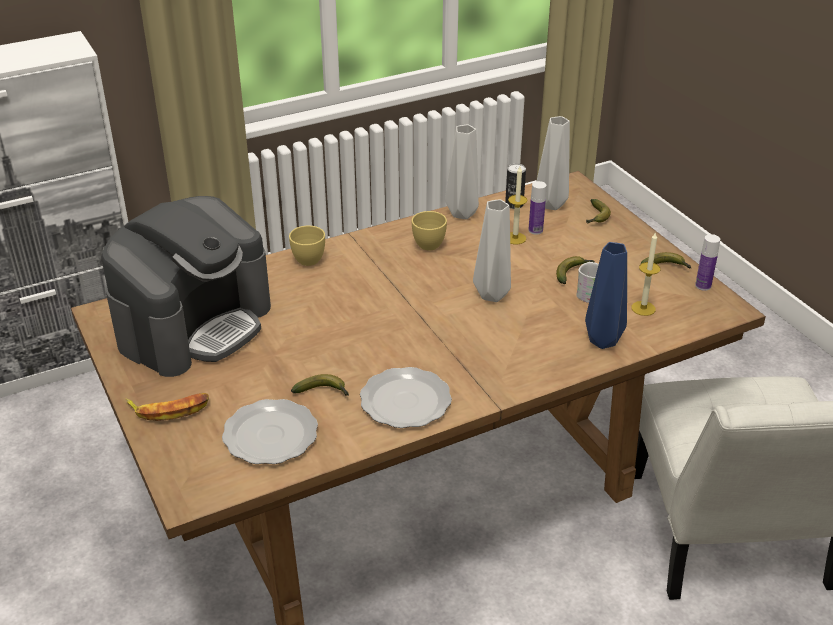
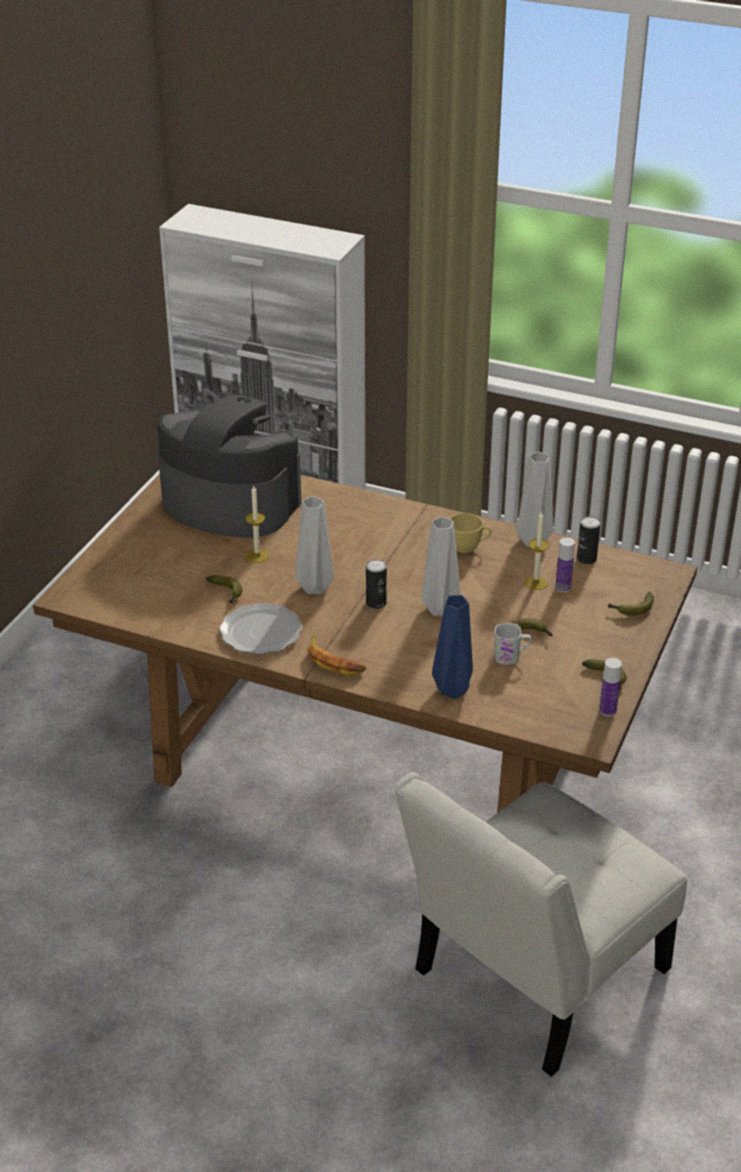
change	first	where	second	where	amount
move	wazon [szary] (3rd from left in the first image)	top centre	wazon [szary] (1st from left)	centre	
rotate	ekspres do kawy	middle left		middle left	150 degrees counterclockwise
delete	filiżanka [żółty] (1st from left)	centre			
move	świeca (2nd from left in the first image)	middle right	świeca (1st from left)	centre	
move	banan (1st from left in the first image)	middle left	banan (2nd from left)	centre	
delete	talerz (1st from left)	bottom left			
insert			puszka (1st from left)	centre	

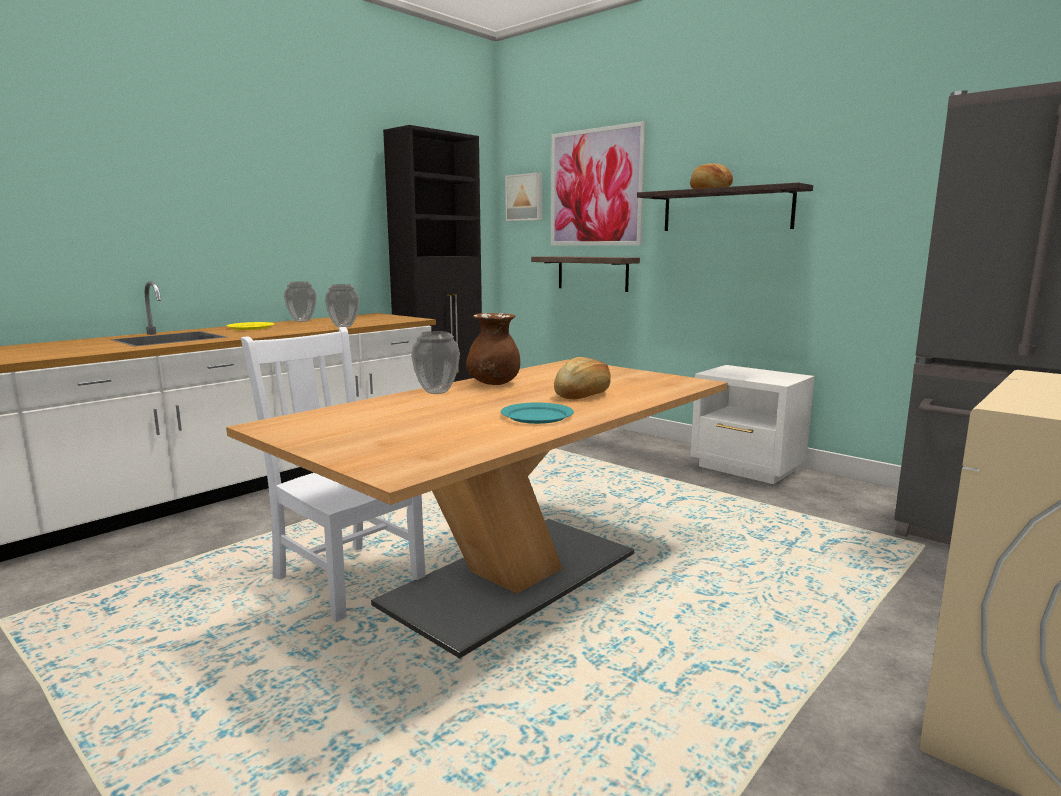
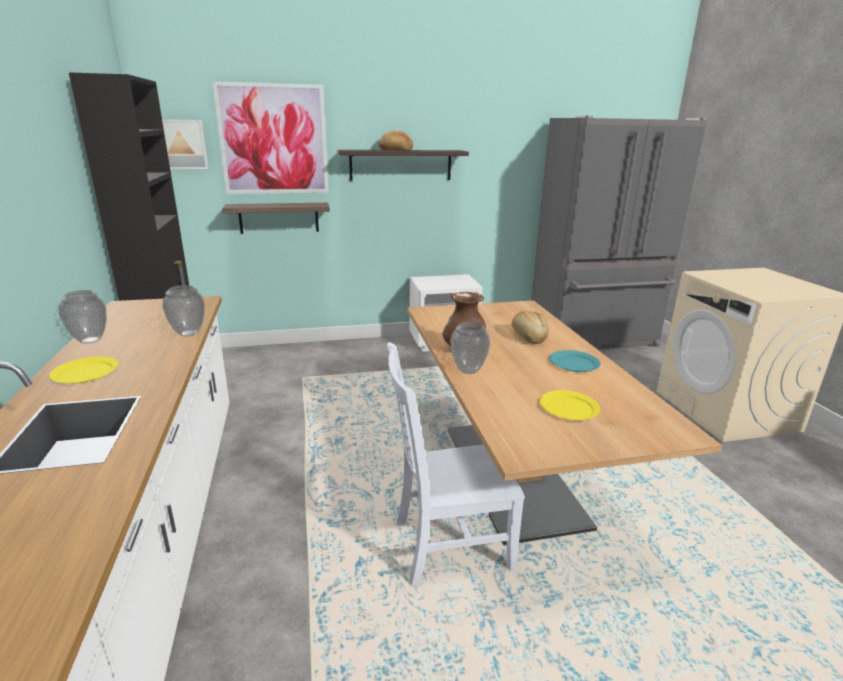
change	first	where	second	where	amount
insert			talerz [żółty] (2nd from left)	middle right	

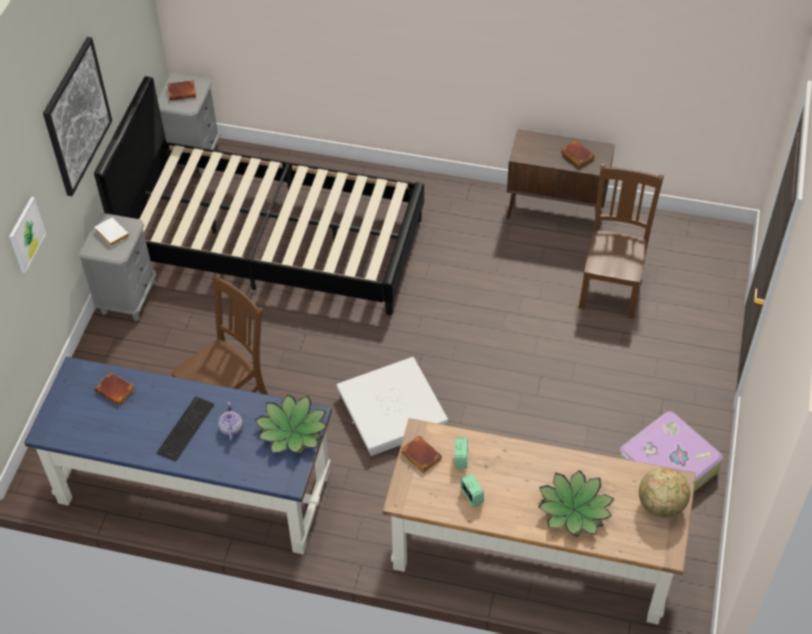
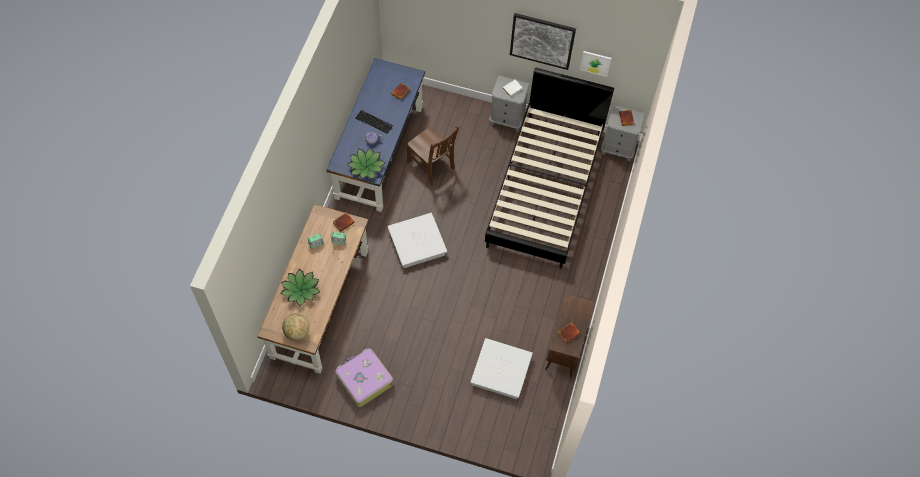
change	first	where	second	where	amount
replace	krzesło [brązowy] (2nd from left)	middle right	pojemnik do przechowywania [biały] (2nd from left)	bottom centre	
move	obraz (1st from left in the first image)	middle left	obraz (2nd from left)	top centre	

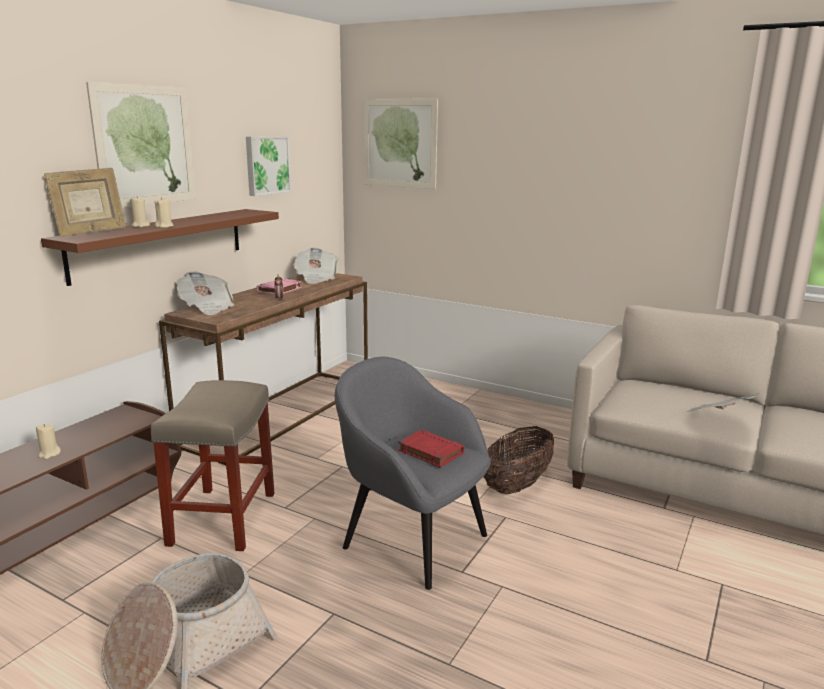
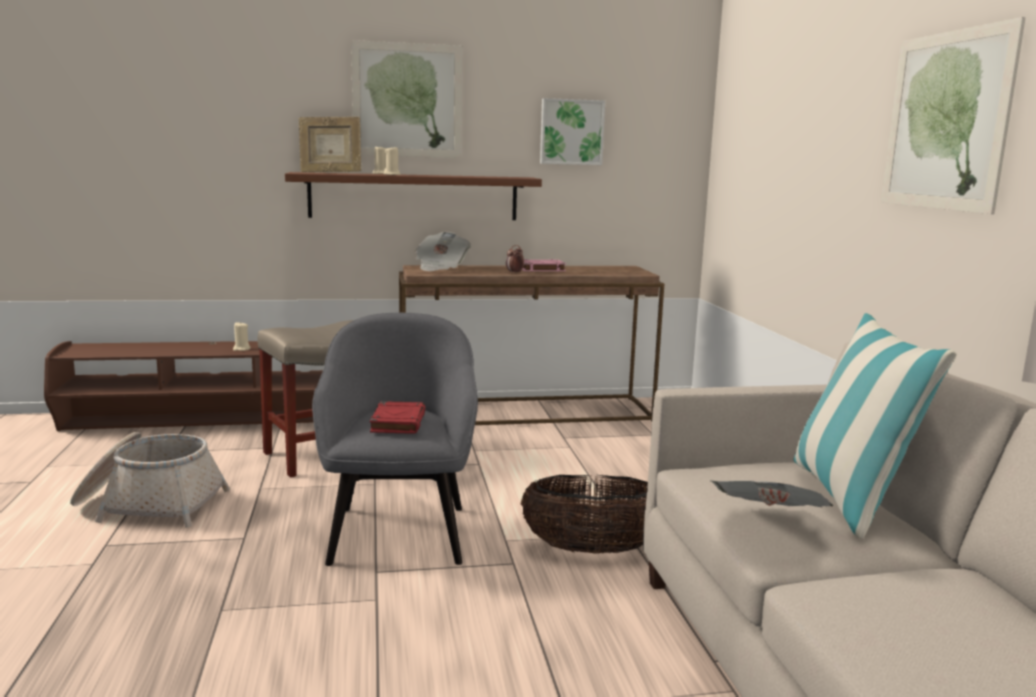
change	first	where	second	where	amount
move	obraz (3rd from left)	top centre		top right	
delete	gazeta (2nd from left)	centre			
insert			poduszka	middle right	

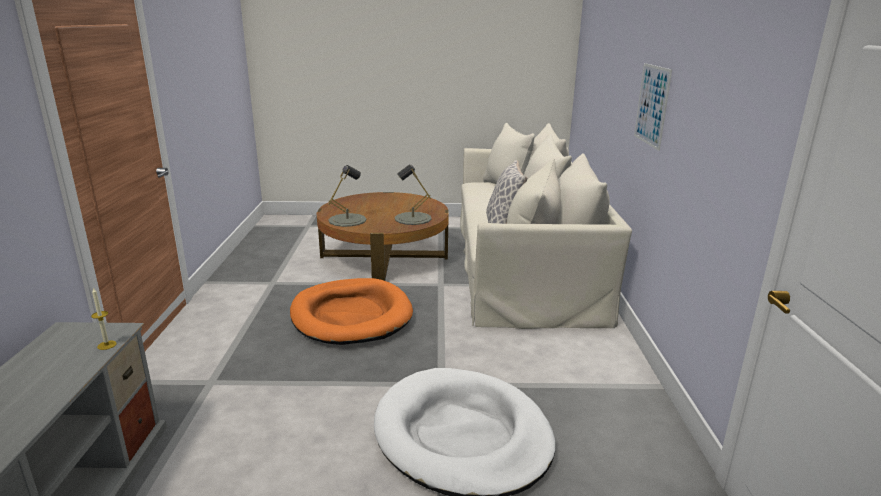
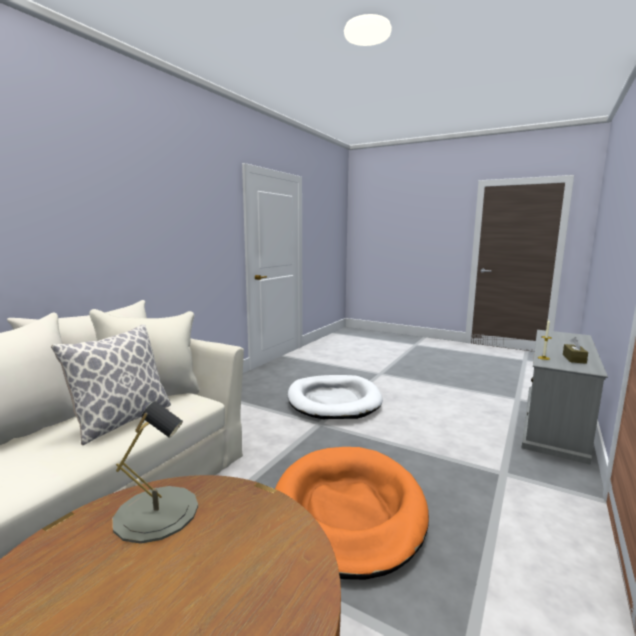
change	first	where	second	where	amount
delete	obraz	top right			
delete	lampa stołowa [szary] (1st from left)	centre			
insert			pudełko chusteczek [brązowy]	middle right	

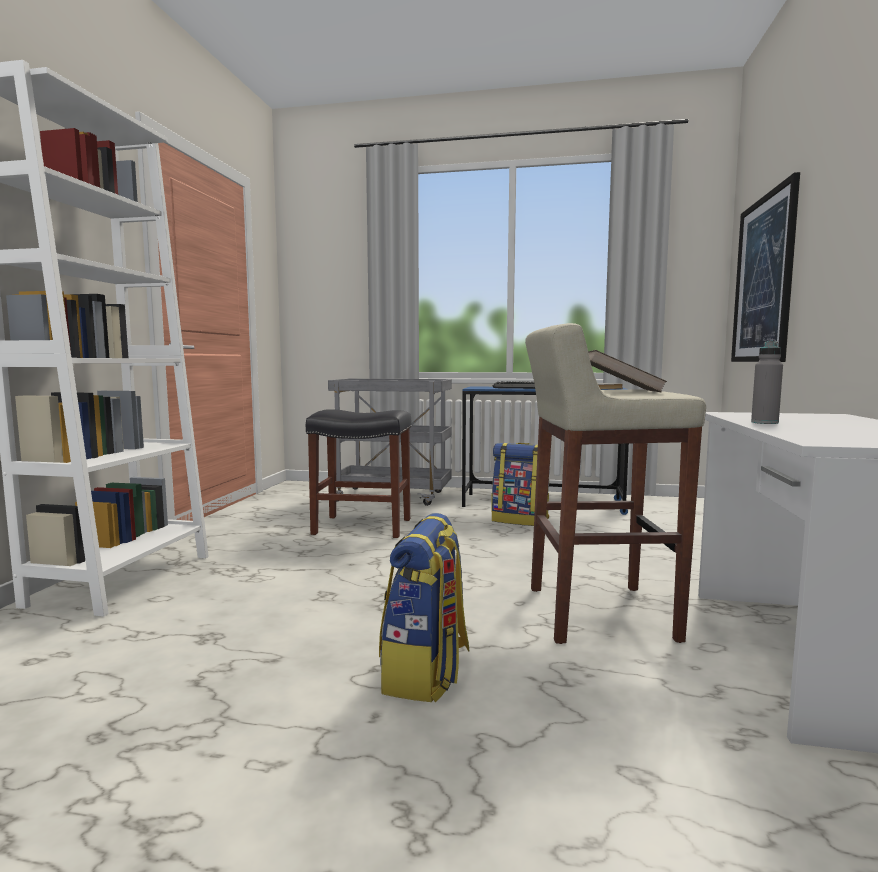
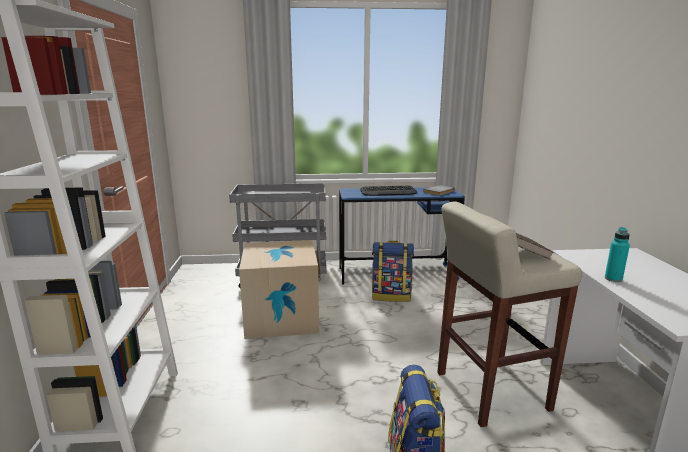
change	first	where	second	where	amount
delete	obraz	top right			
recolor	butelka [szary]	middle right	butelka [turkusowy]	middle right	
replace	stołek [czarny]	centre	karton	centre	

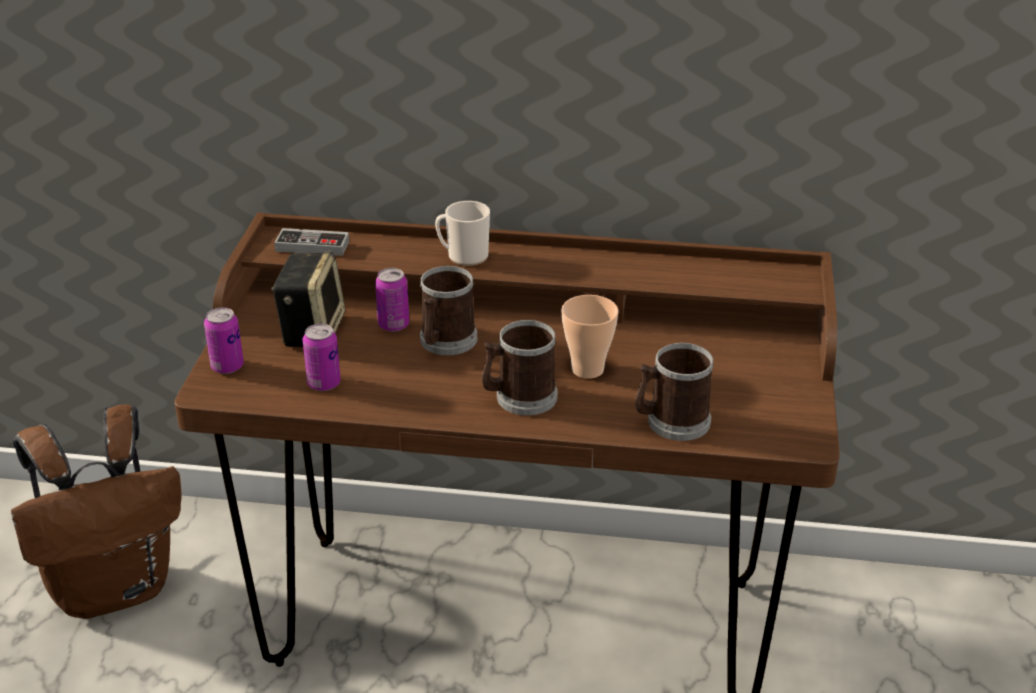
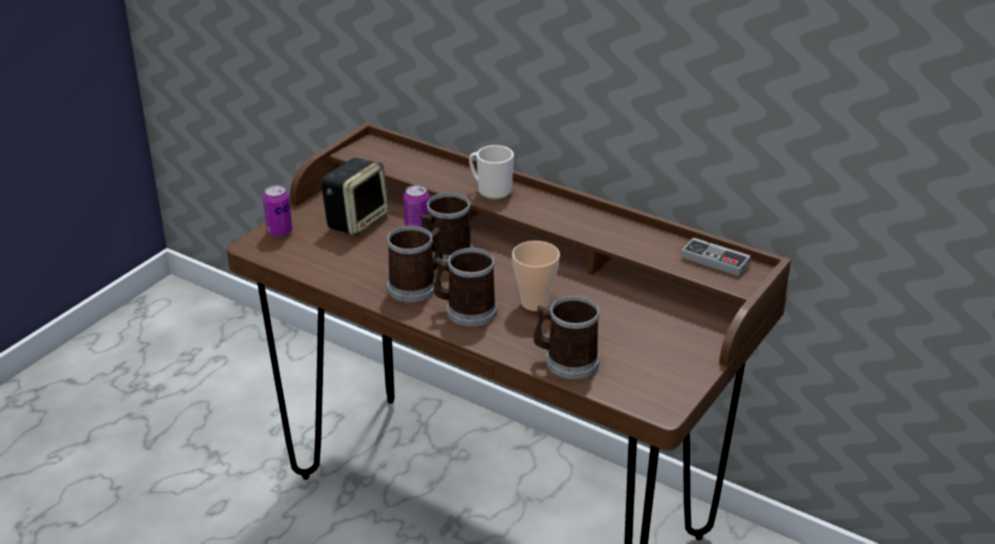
change	first	where	second	where	amount
move	pad do gier	middle left		middle right	
delete	puszka (2nd from left)	middle left			
delete	plecak [brązowy]	bottom left			
insert			kubek (1st from left)	centre	

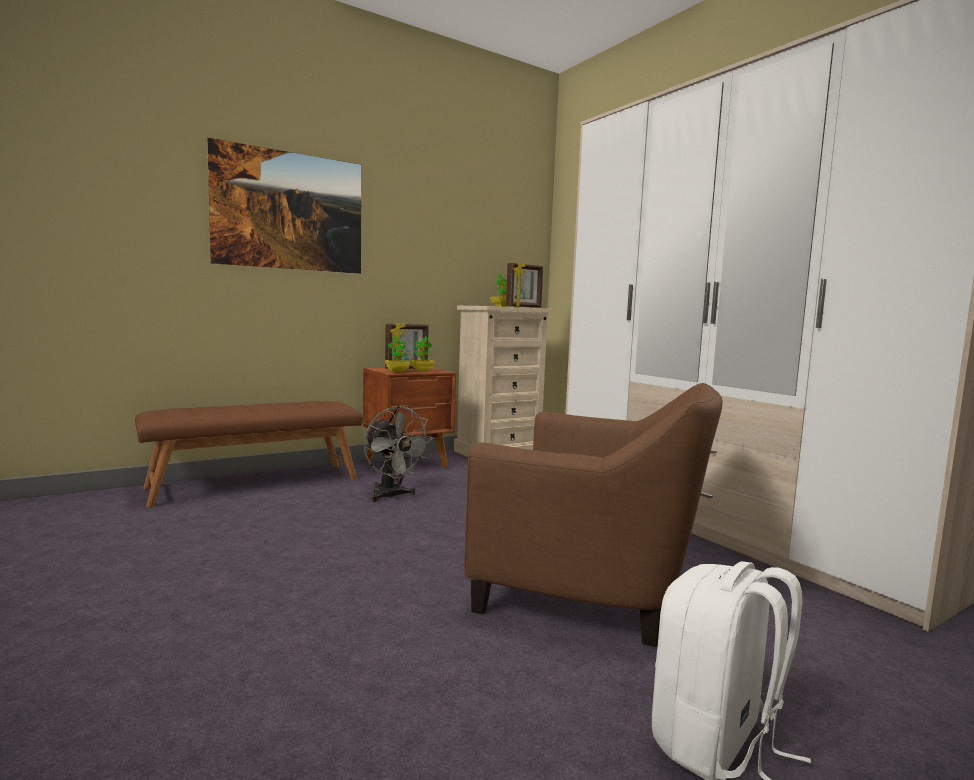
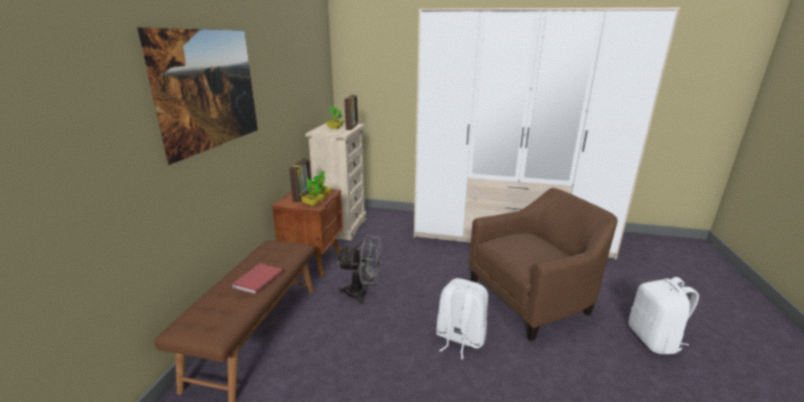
change	first	where	second	where	amount
insert			książka [czerwony]	bottom left	
insert			plecak [biały] (1st from left)	bottom centre	

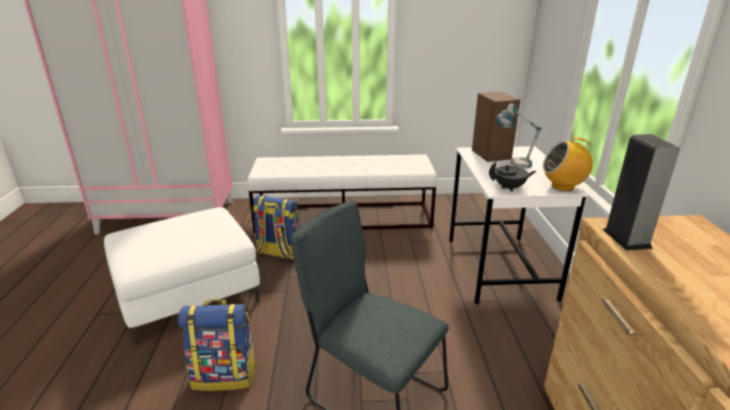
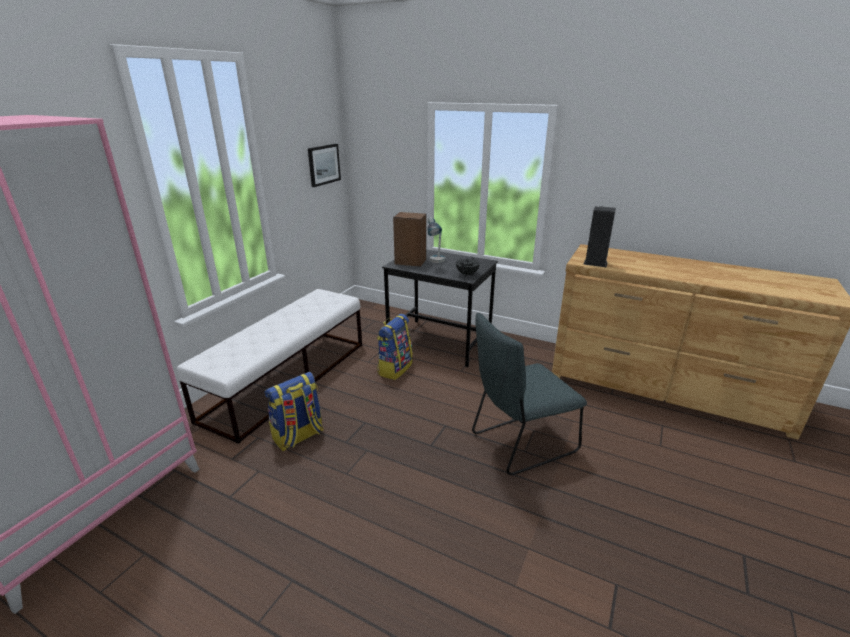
change	first	where	second	where	amount
delete	radio	middle right			
recolor	biurko [biały]	middle right	biurko [czarny]	centre	
delete	pufa [biały]	bottom left			
move	plecak (1st from left in the first image)	bottom left	plecak (2nd from left)	centre	
insert			obraz	top centre	

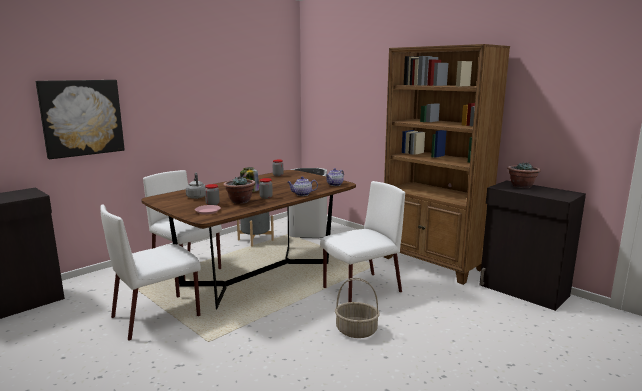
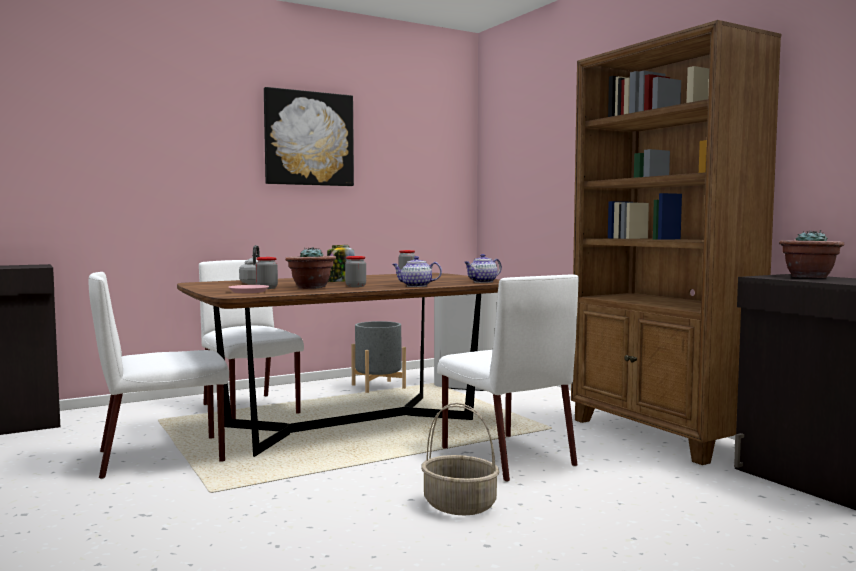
change	first	where	second	where	amount
move	obraz	top left		top centre	
rotate	krzesło [biały] (3rd from left)	centre		centre	75 degrees clockwise

